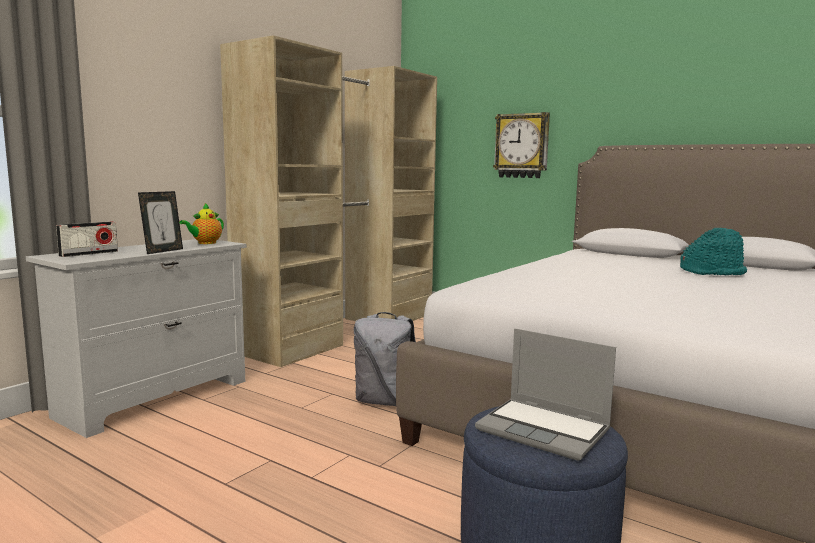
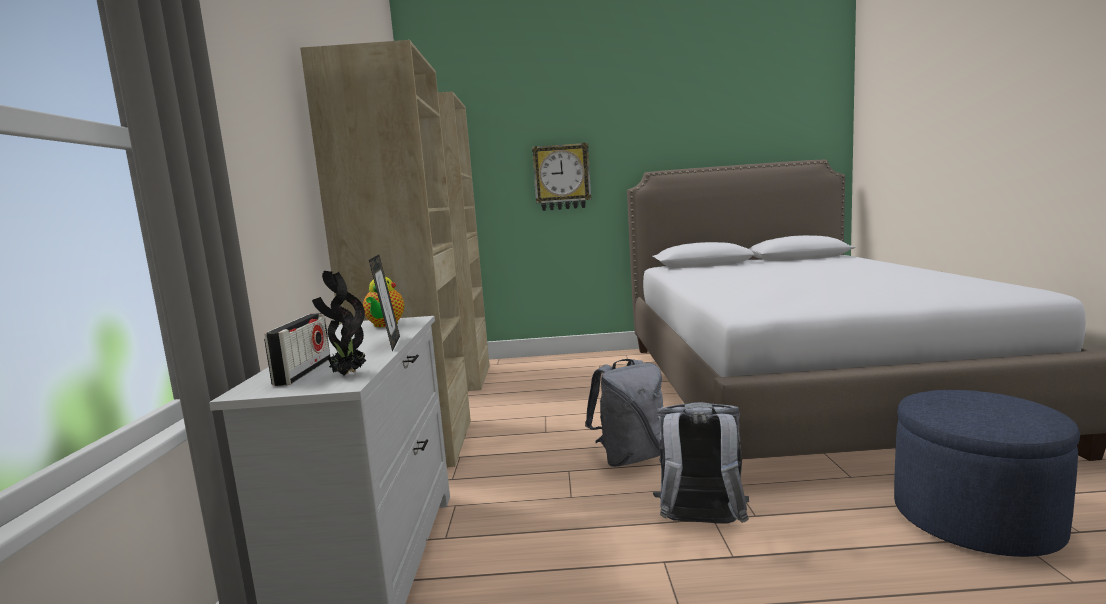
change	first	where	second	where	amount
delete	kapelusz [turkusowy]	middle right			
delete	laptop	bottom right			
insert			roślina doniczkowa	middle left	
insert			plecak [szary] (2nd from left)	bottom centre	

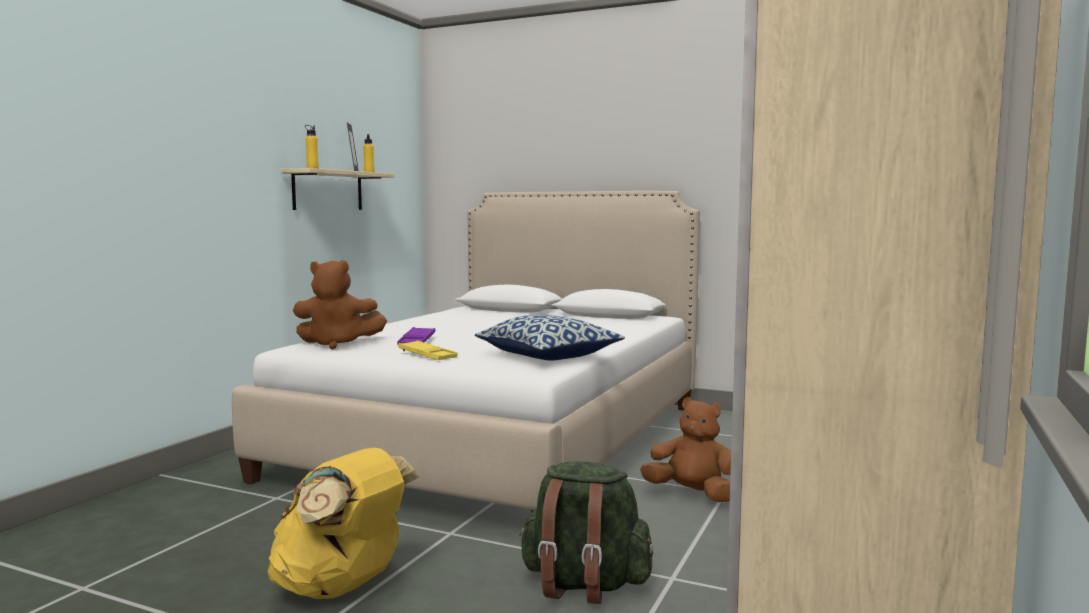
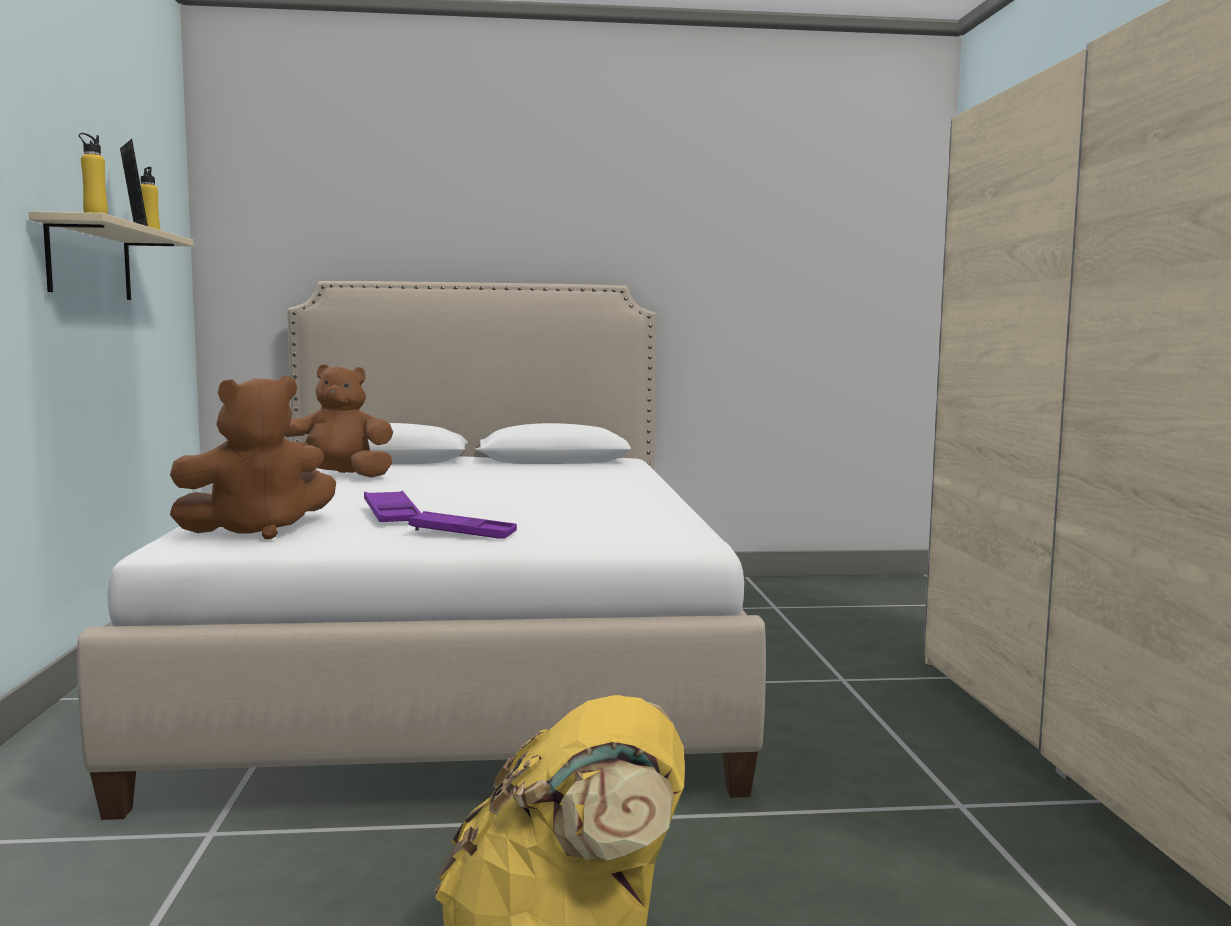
change	first	where	second	where	amount
delete	poduszka	centre			
recolor	taca [żółty]	centre	taca [fioletowy] (2nd from left)	centre	
move	pluszak [brązowy] (2nd from left)	bottom centre		middle left	
delete	plecak [zielony]	bottom centre			

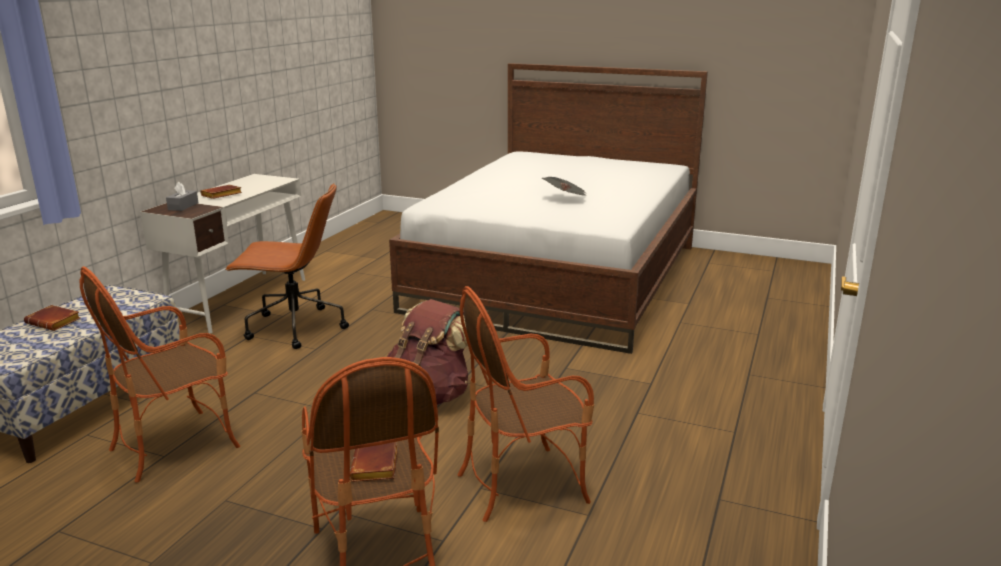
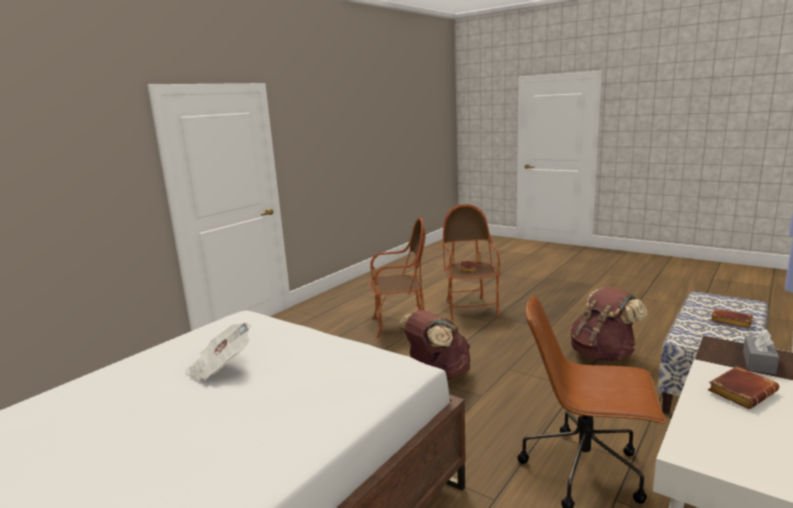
change	first	where	second	where	amount
replace	fotel (1st from left)	middle left	plecak [brązowy] (2nd from left)	middle right	

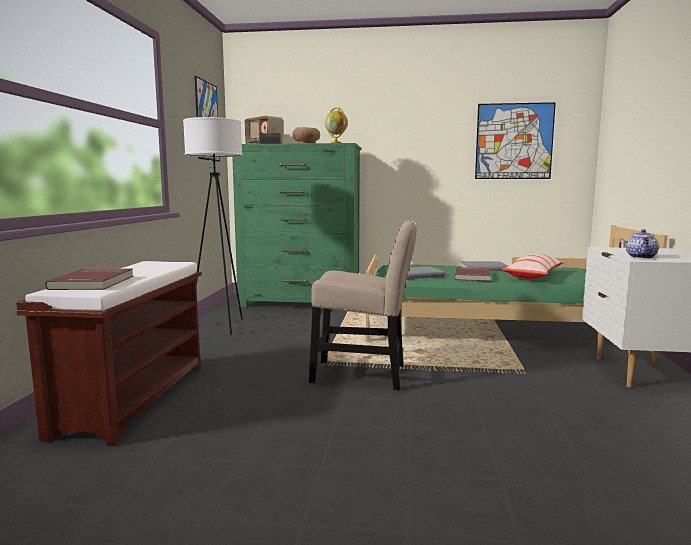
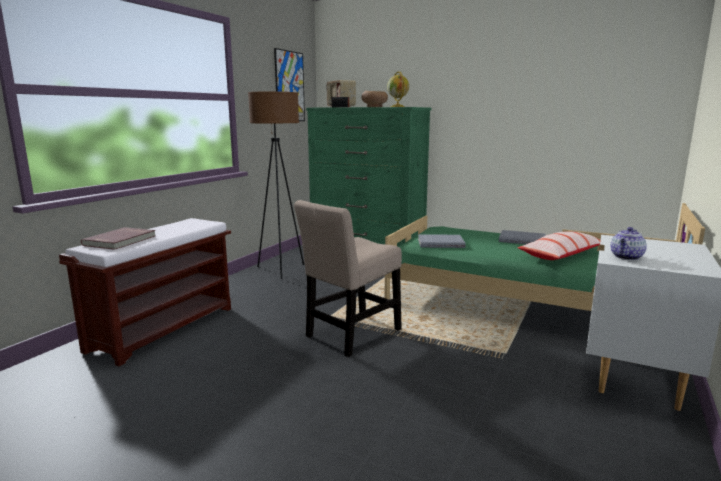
change	first	where	second	where	amount
delete	obraz (2nd from left)	top right			
recolor	lampa stojąca [biały]	middle left	lampa stojąca [brązowy]	centre	
rotate	krzesło [beżowy]	centre		centre	105 degrees clockwise
delete	książka [czerwony] (2nd from left)	middle right			

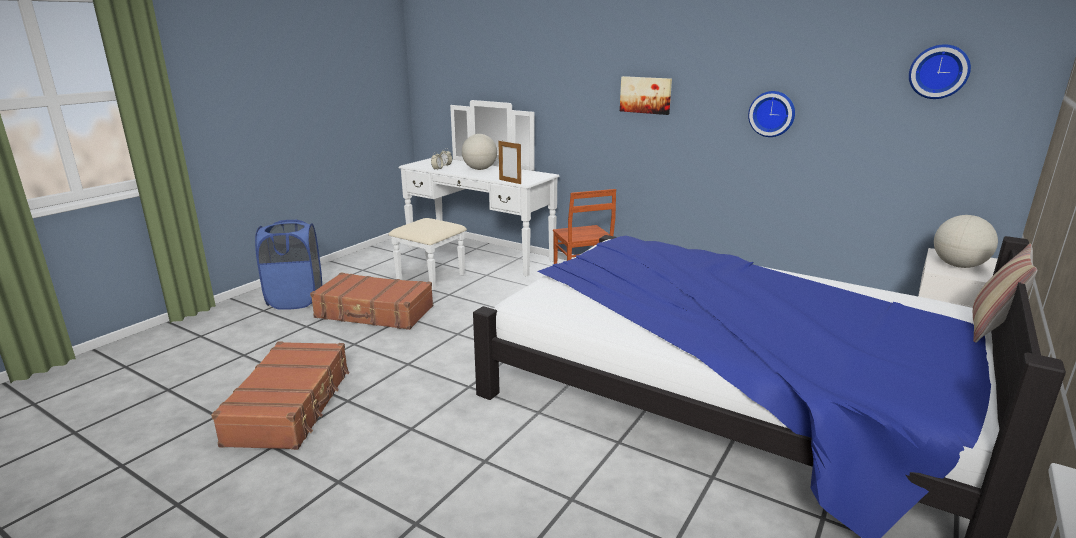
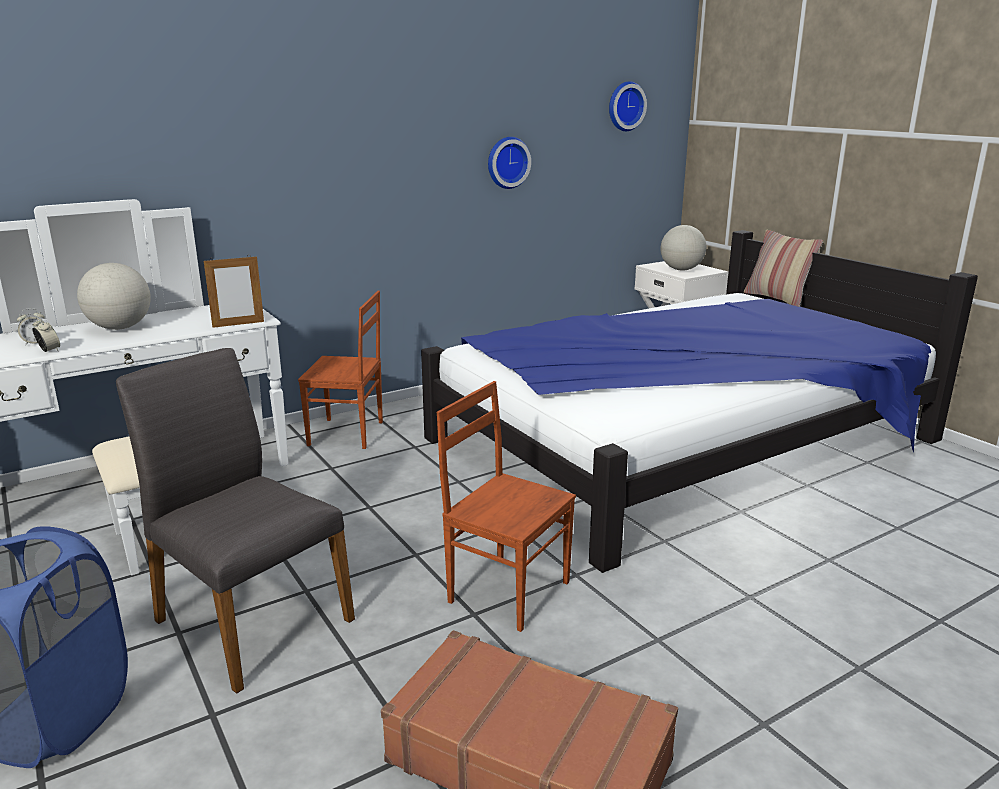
change	first	where	second	where	amount
delete	obraz	top centre			
replace	walizka [brązowy] (2nd from left)	centre	krzesło [szary]	middle left	
insert			krzesło [brązowy] (2nd from left)	centre	

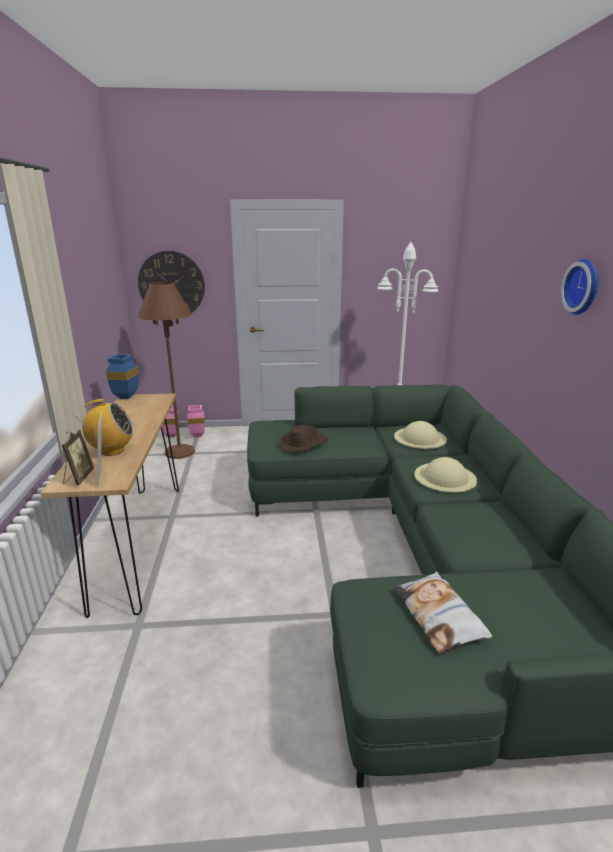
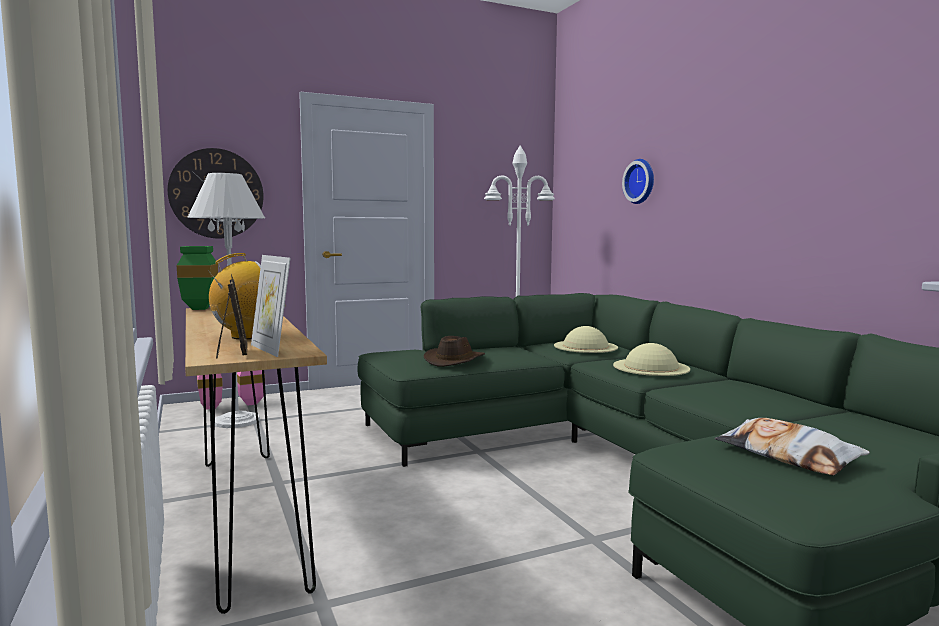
change	first	where	second	where	amount
move	zegar ścienny (2nd from left)	middle right		top right	
recolor	lampa stojąca [brązowy]	middle left	lampa stojąca [biały] (1st from left)	middle left	
recolor	wazon [niebieski]	middle left	wazon [zielony]	middle left	

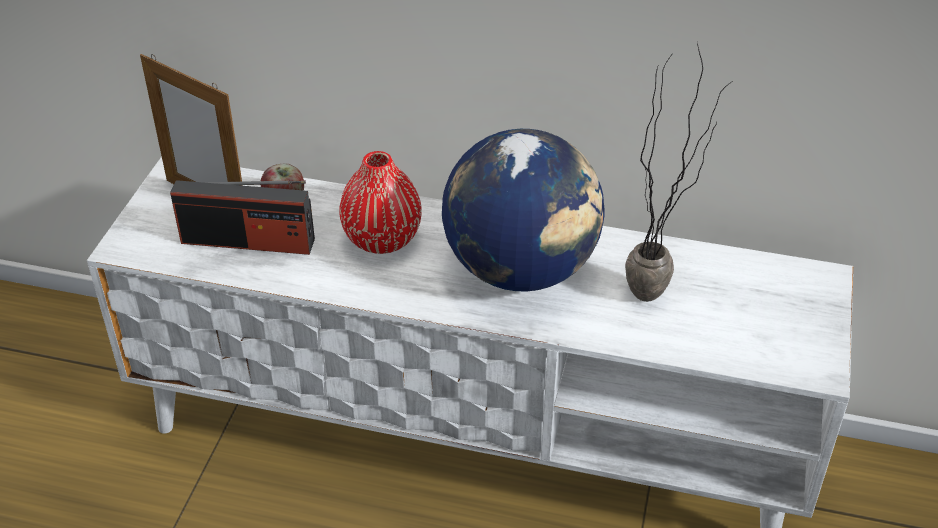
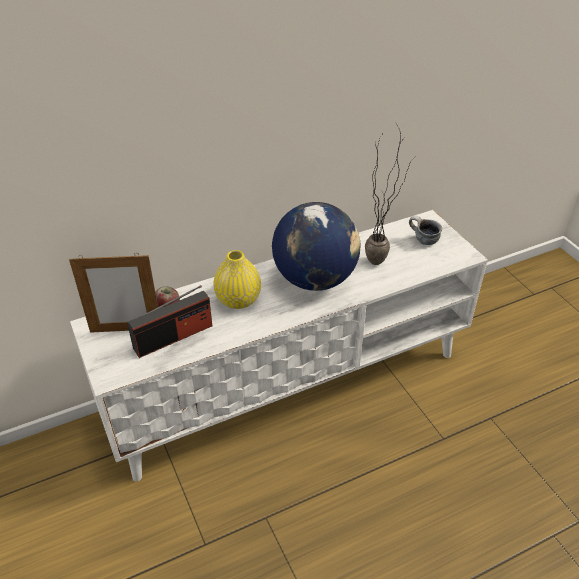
change	first	where	second	where	amount
recolor	wazon [czerwony]	centre	wazon [żółty]	centre	
insert			kubek	middle right	

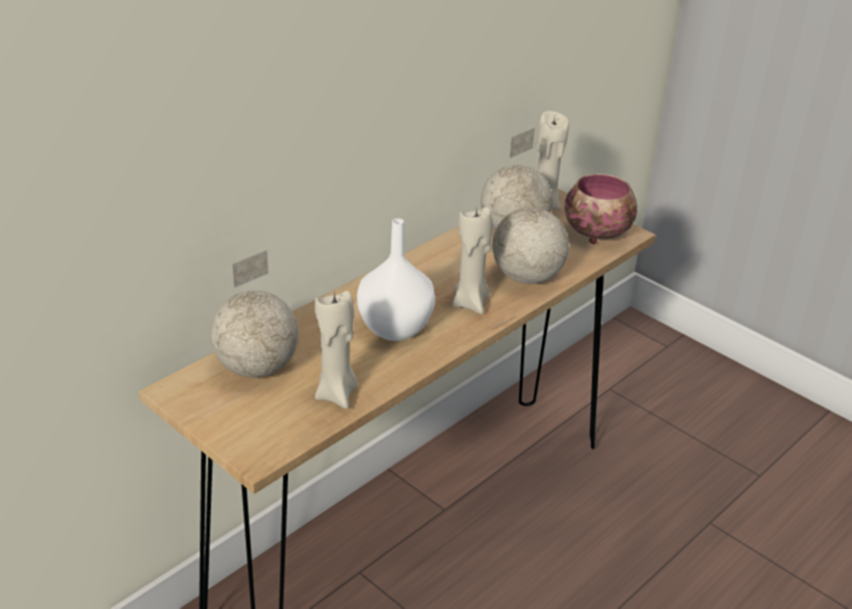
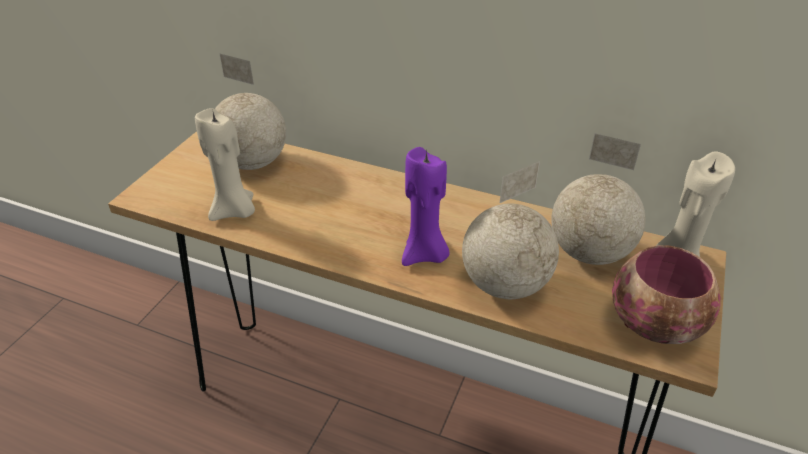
change	first	where	second	where	amount
recolor	świeca [beżowy] (2nd from left)	centre	świeca [fioletowy]	centre	
delete	wazon [biały]	centre			

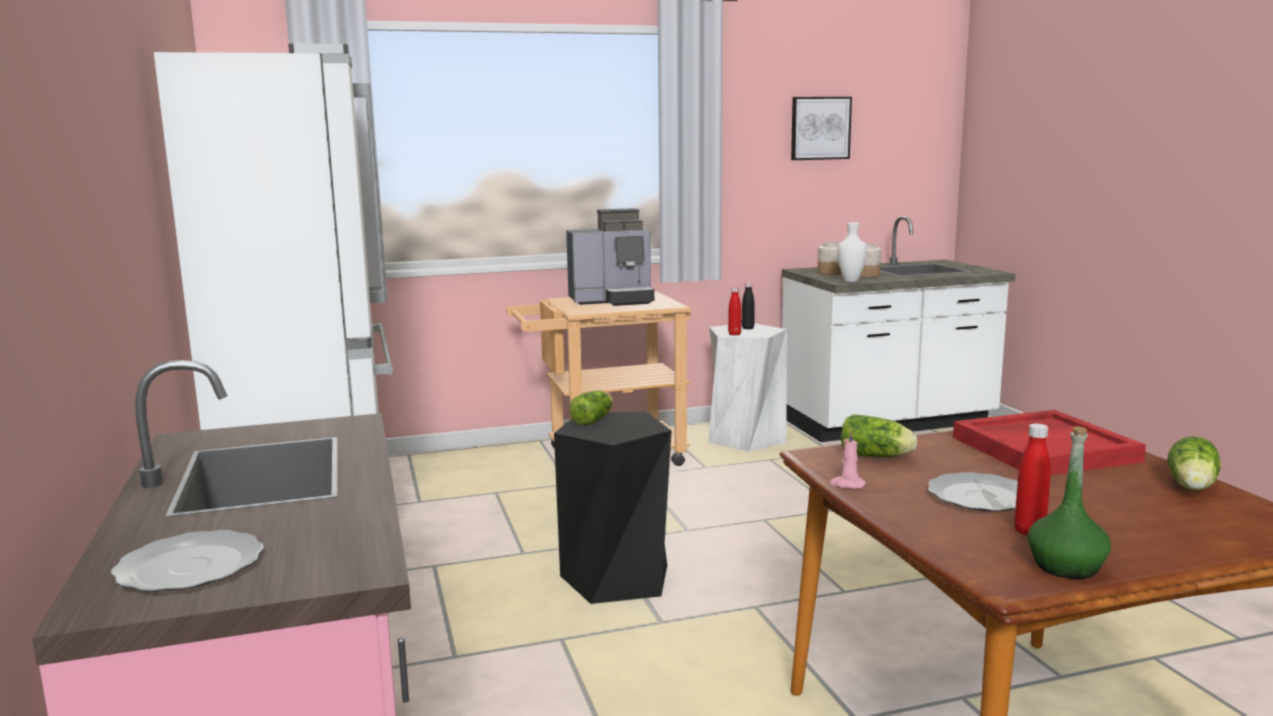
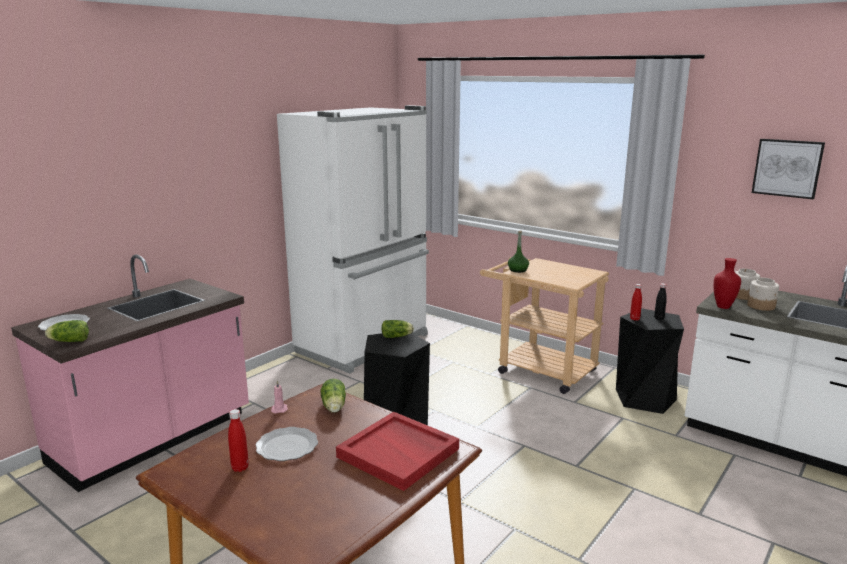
change	first	where	second	where	amount
delete	ekspres do kawy	centre			
recolor	wazon [biały]	middle right	wazon [czerwony]	middle right	
recolor	stołek [biały]	centre	stołek [czarny] (2nd from left)	middle right	
move	butelka [zielony]	bottom right		centre	
move	sałata (3rd from left in the first image)	middle right	sałata (1st from left)	middle left	

